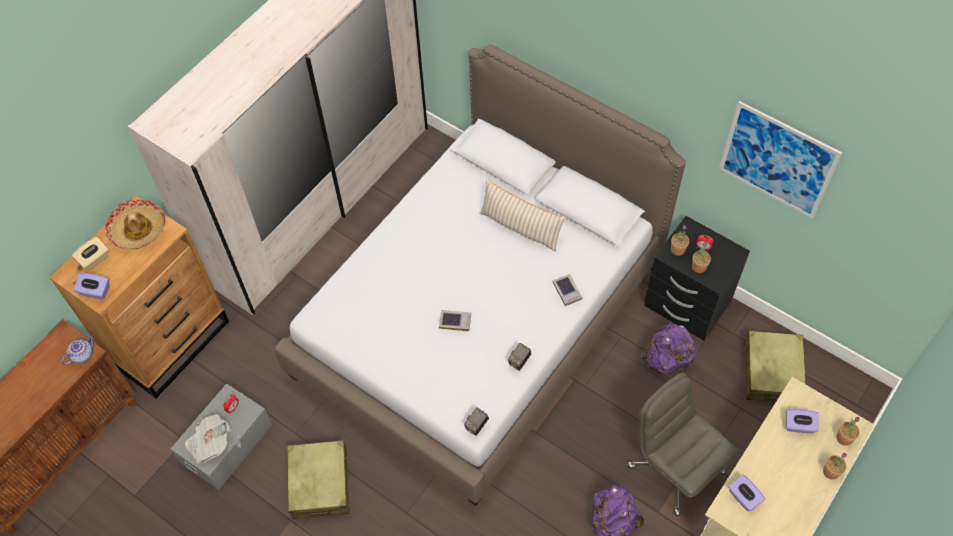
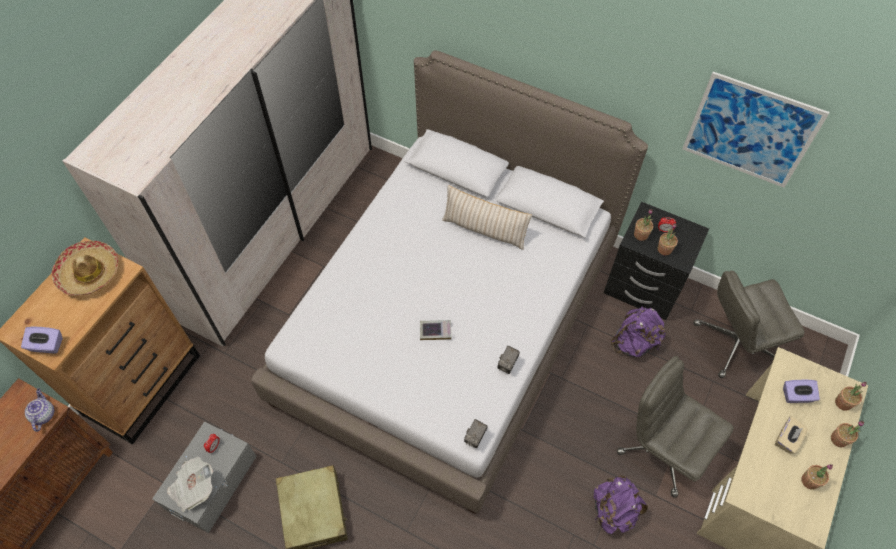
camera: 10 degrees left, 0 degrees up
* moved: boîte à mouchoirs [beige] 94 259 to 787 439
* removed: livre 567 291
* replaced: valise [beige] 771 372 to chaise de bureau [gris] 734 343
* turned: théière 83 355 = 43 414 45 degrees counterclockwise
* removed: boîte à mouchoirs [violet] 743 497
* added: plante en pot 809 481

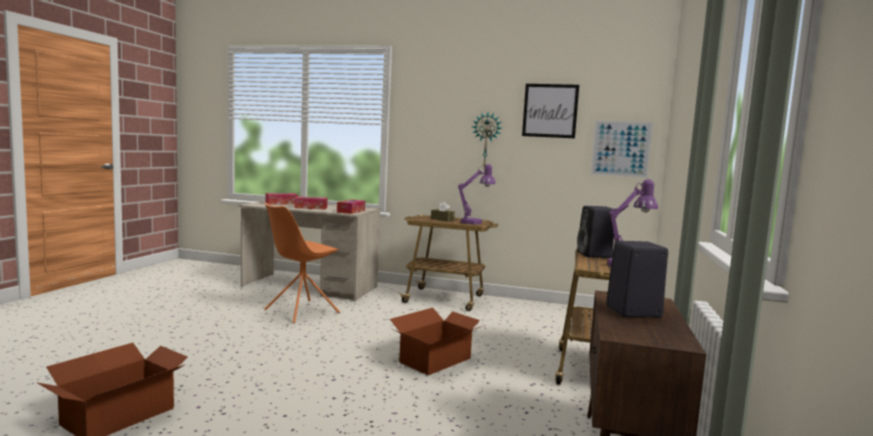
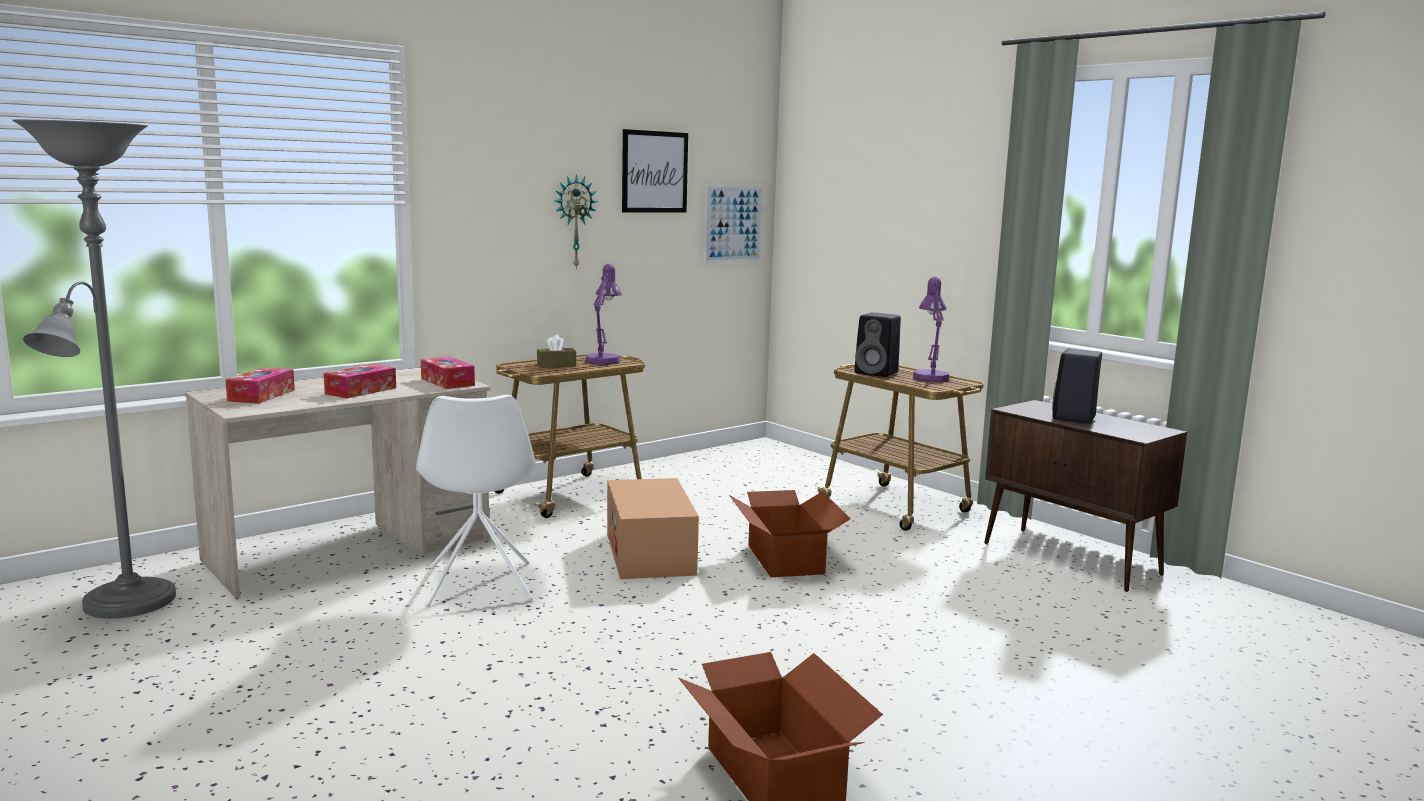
camera: 55 degrees left, 5 degrees up
* recoloured: chaise [orange] 300 311 to chaise [blanc] 479 585
* added: lampadaire [gris] 124 606
* added: carton 650 553

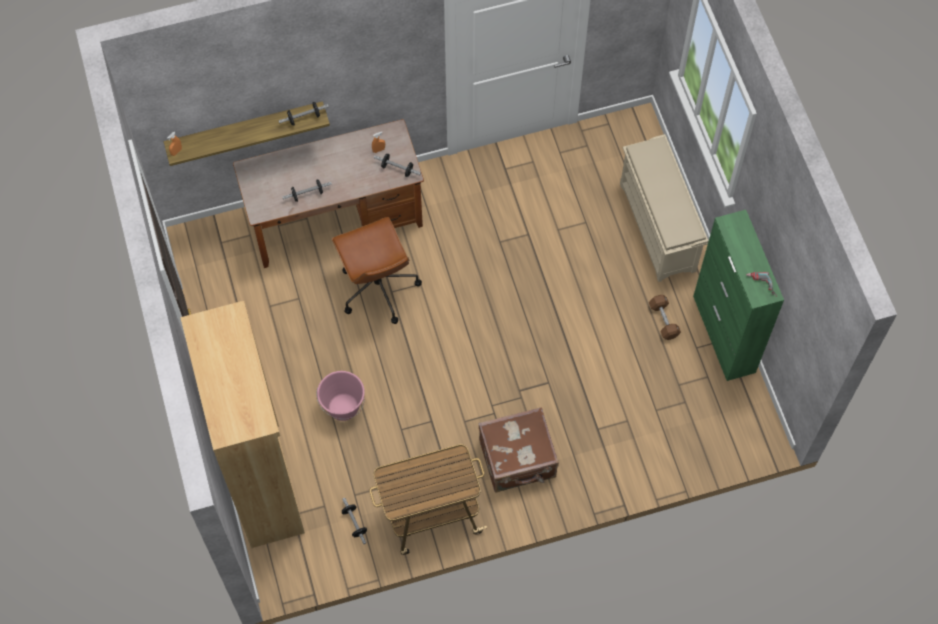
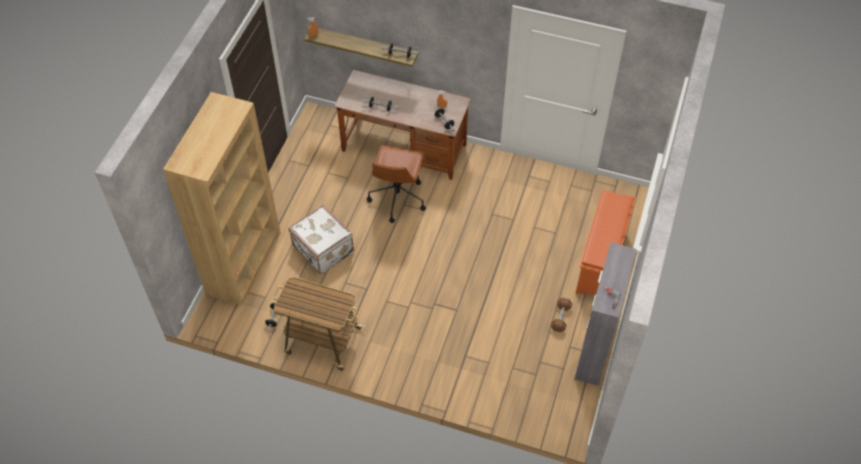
camera: 35 degrees right, 10 degrees down
* recoloured: étagère à chaussures [beige] 658 228 to étagère à chaussures [orange] 601 262
* recoloured: meuble de rangement [vert] 724 334 to meuble de rangement [gris] 595 350
* replaced: seau [rose] 343 407 to valise [blanc] 322 250
* removed: valise [marron] 518 460

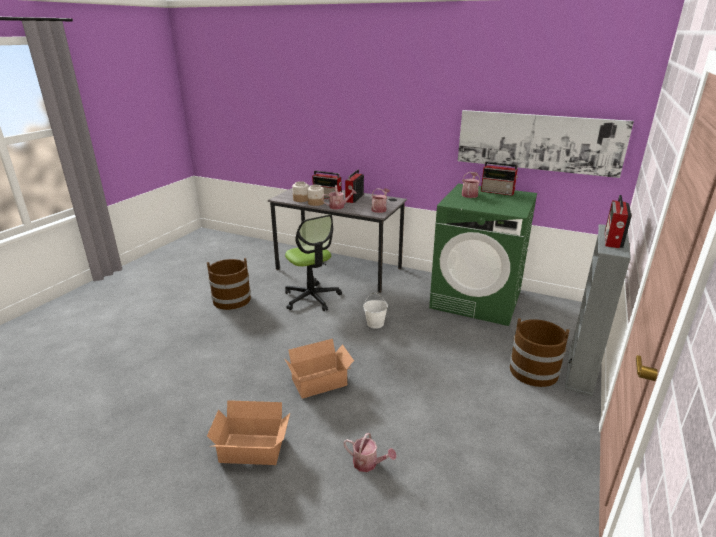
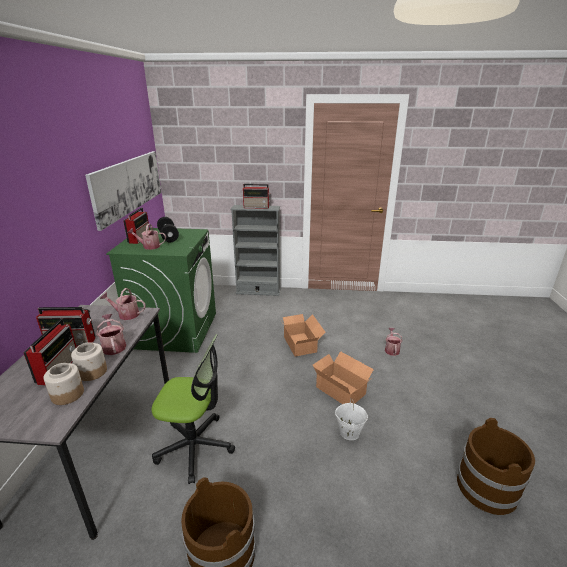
camera: 110 degrees left, 0 degrees up
* turned: chaise de bureau 311 298 = 195 447 60 degrees clockwise
* moved: seau [blanc] 375 323 to 349 432
* moved: seau [marron] 533 371 to 487 488
* moved: carton 252 451 to 301 343
* added: haltère [noir] 168 237

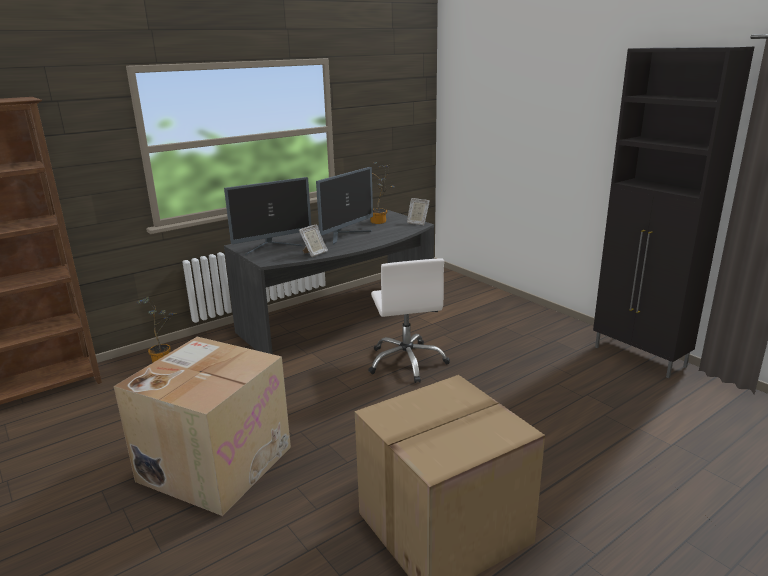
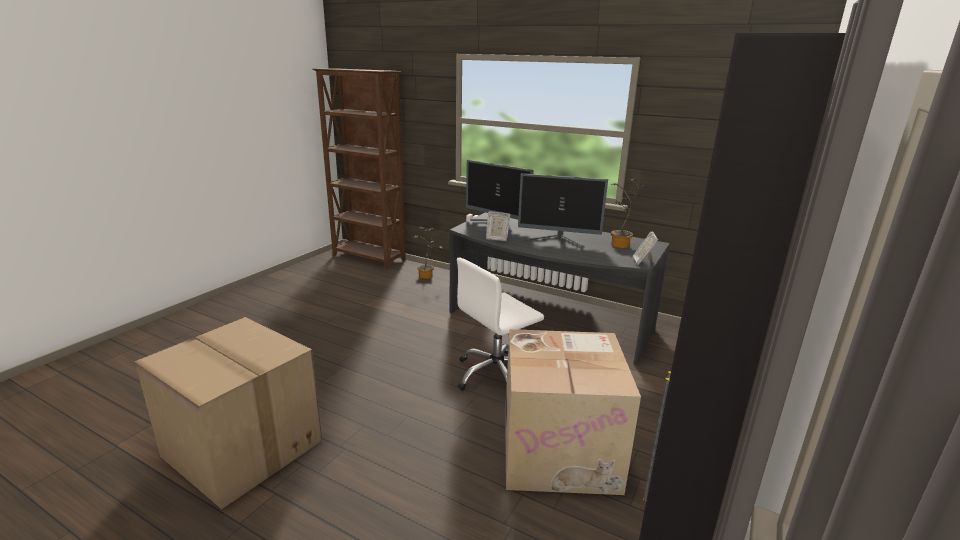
camera: 65 degrees right, 0 degrees up
* moved: carton 215 462 to 560 450

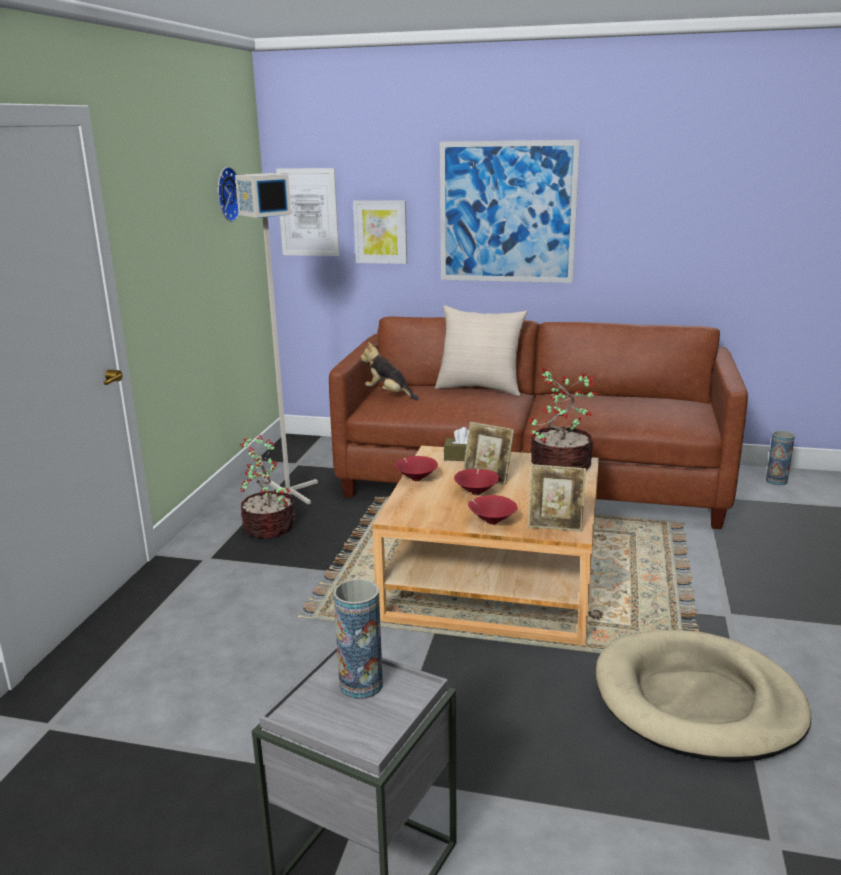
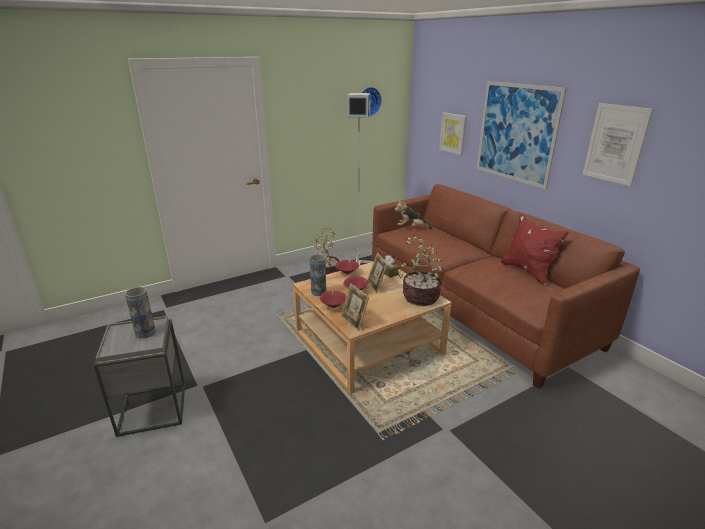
camera: 45 degrees right, 5 degrees up
* moved: tableau 308 212 to 615 144
* removed: coussin [beige] 480 388
* turned: peluche 389 394 = 411 228 75 degrees counterclockwise
* moved: vase 776 481 to 318 292
* removed: panier pour chien [beige] 697 701
* added: coussin [rouge] 527 272

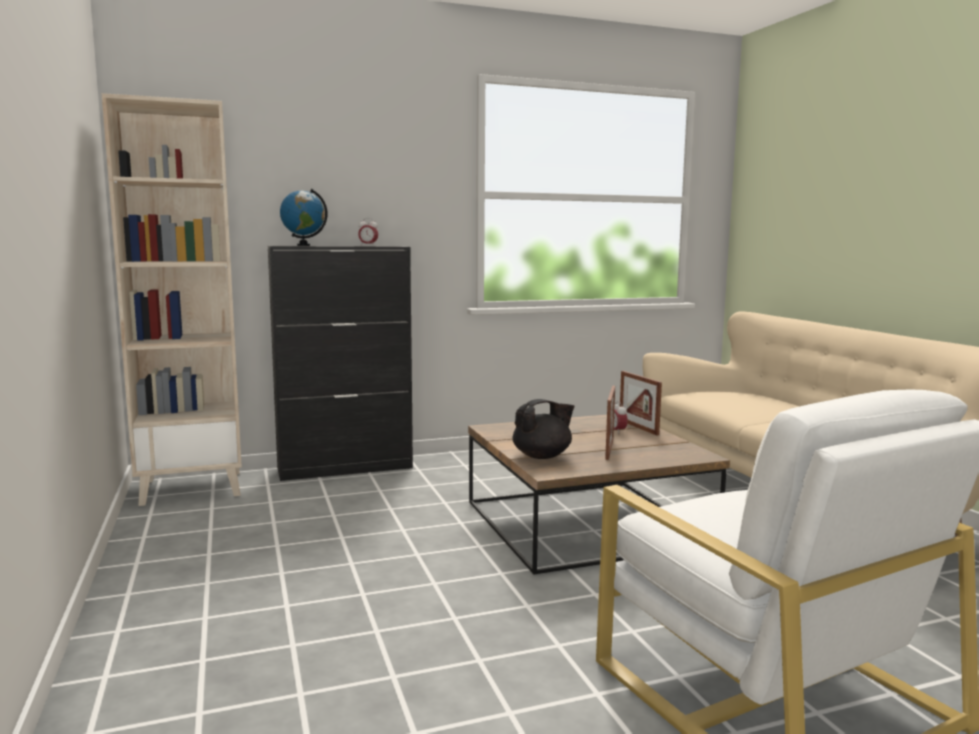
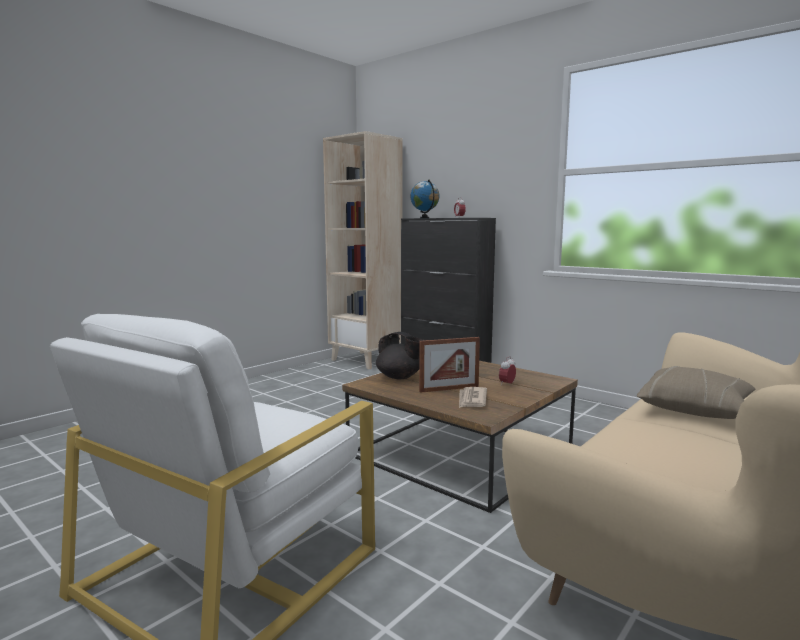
camera: 60 degrees right, 0 degrees up
* removed: cadre photo 638 427
* added: coussin [beige] 695 409
* added: journal 472 400

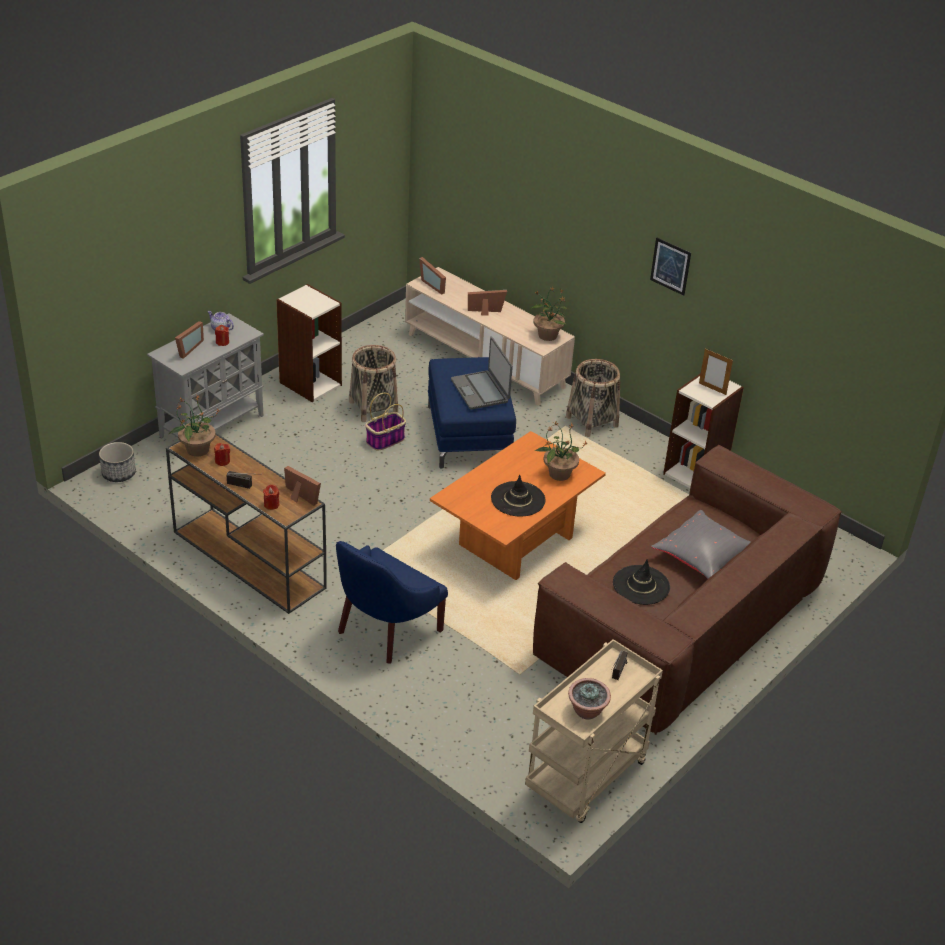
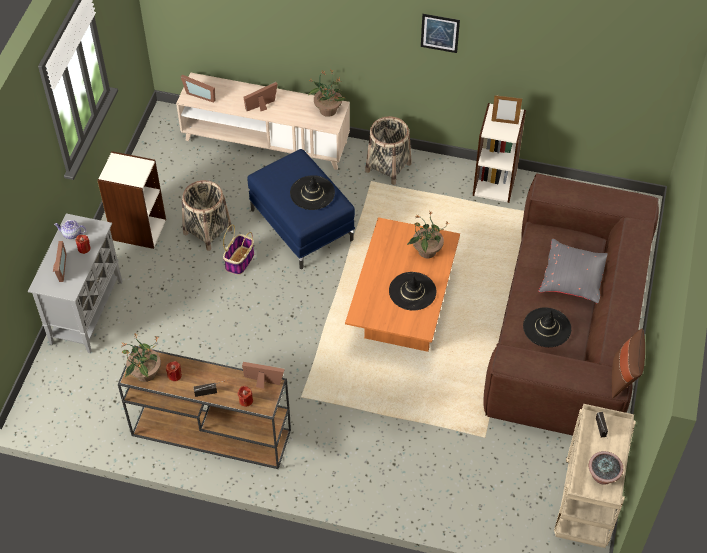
camera: 25 degrees left, 15 degrees up
* replaced: ordinateur portable 480 391 to chapeau [noir] 312 193
* removed: cache-pot 118 473
* removed: fauteuil [bleu] 385 629
* added: coussin [marron] 623 377

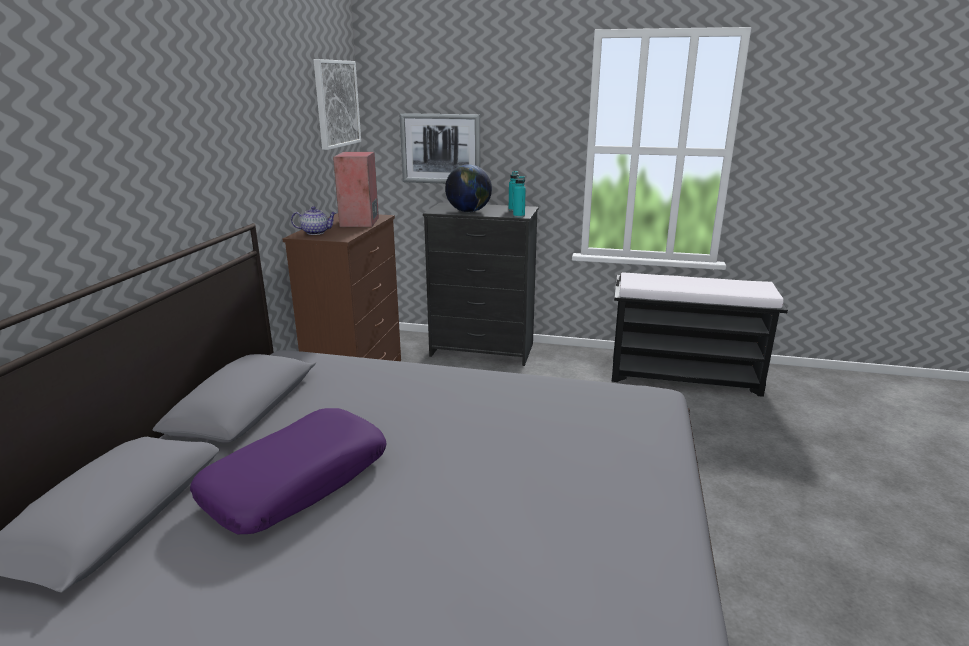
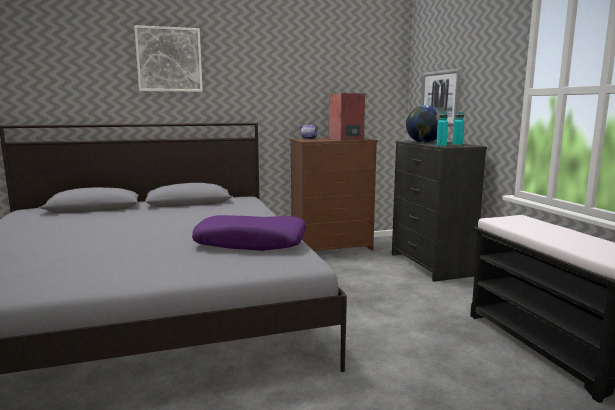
camera: 60 degrees right, 10 degrees down
* moved: tableau 336 103 to 169 59
* moved: coussin [violet] 297 481 to 251 243

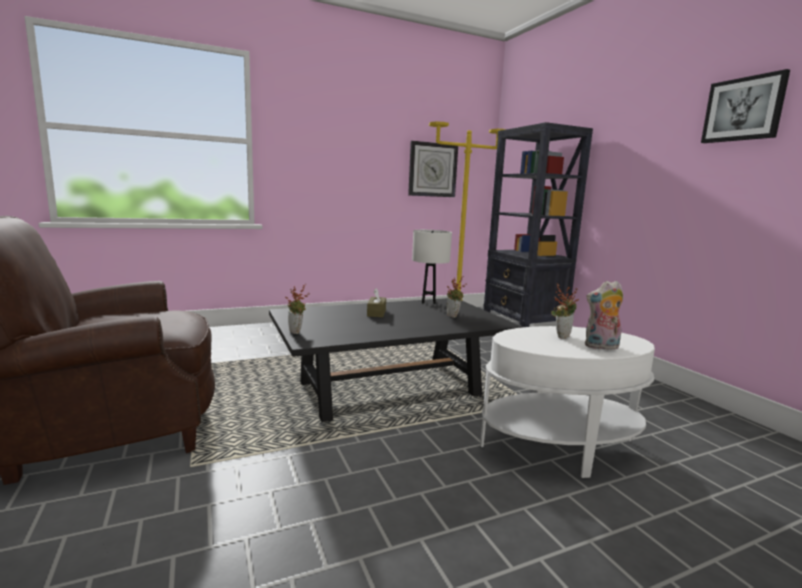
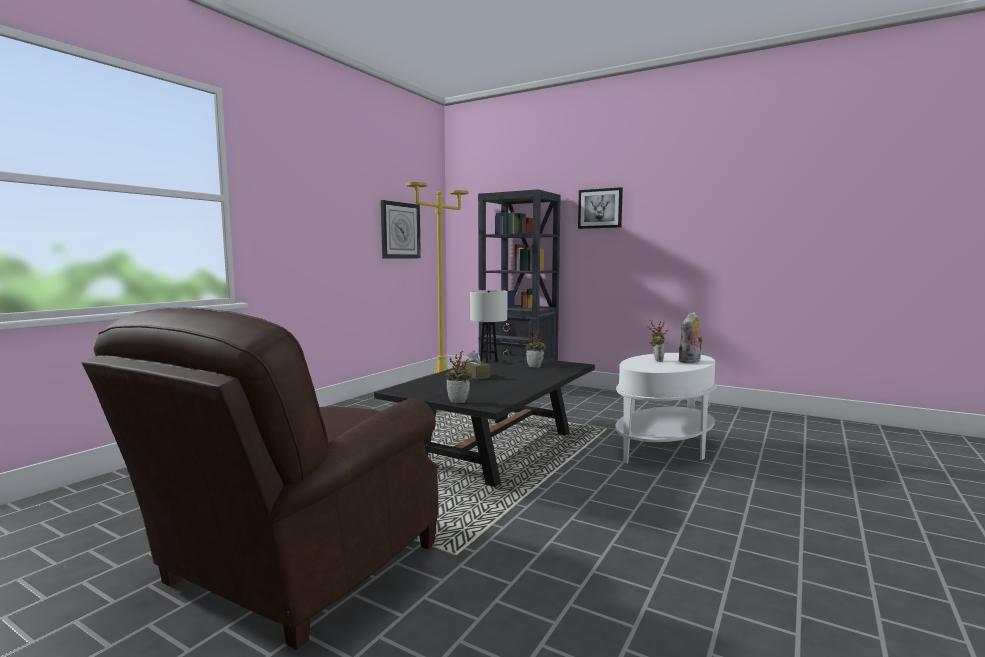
camera: 35 degrees left, 5 degrees down
* moved: tableau 743 109 to 600 208

